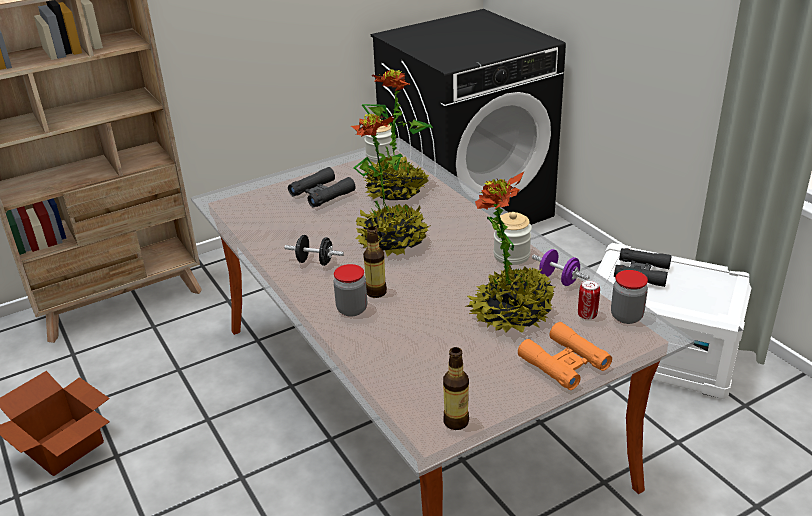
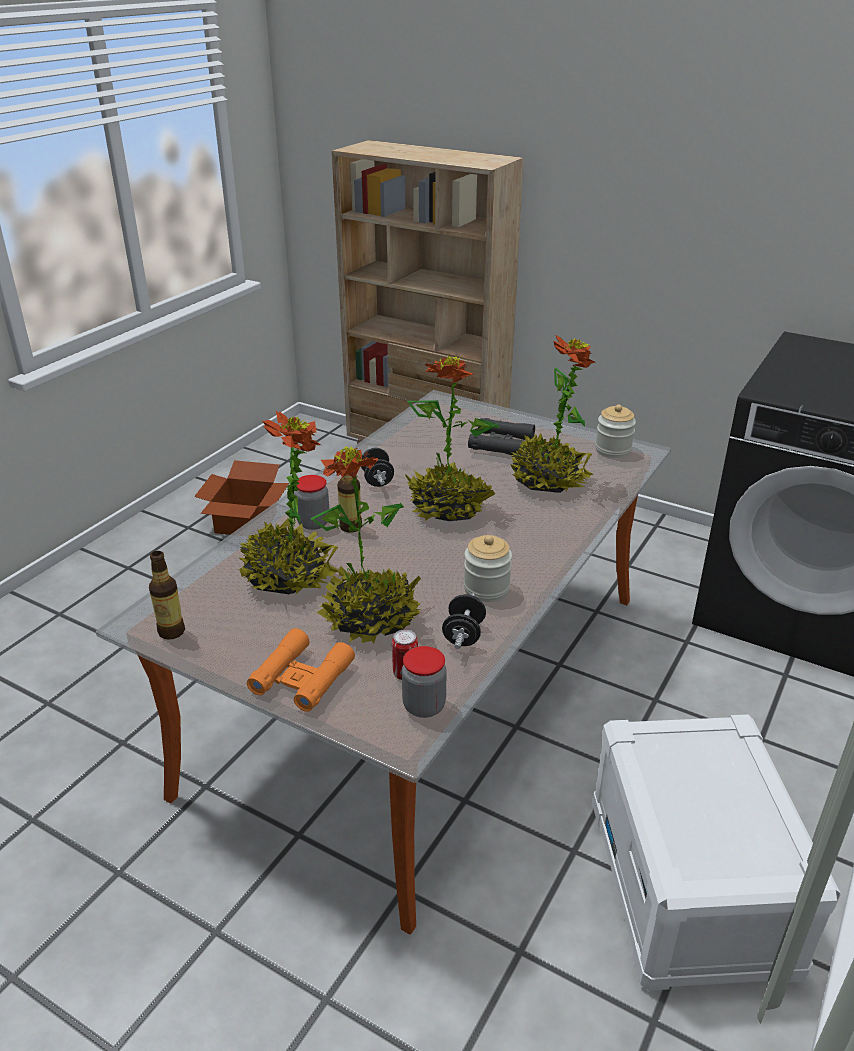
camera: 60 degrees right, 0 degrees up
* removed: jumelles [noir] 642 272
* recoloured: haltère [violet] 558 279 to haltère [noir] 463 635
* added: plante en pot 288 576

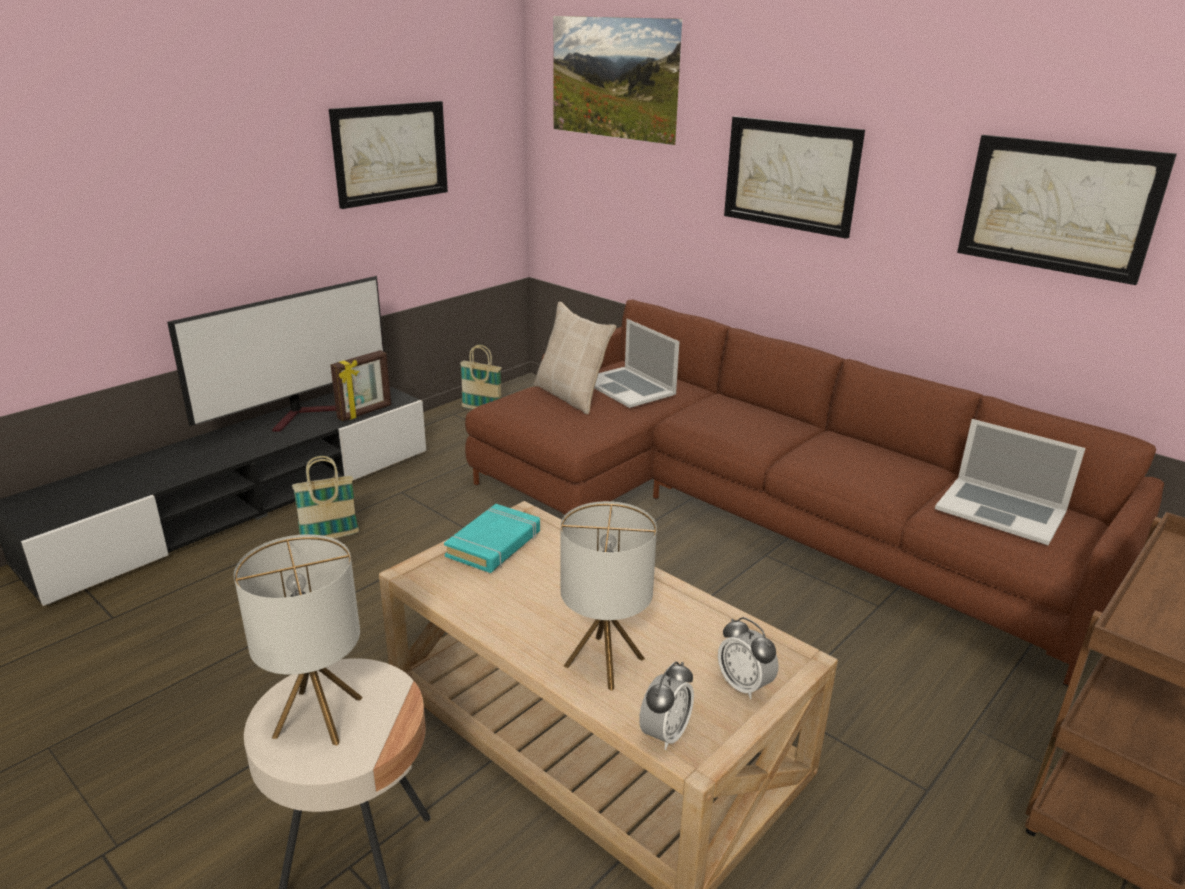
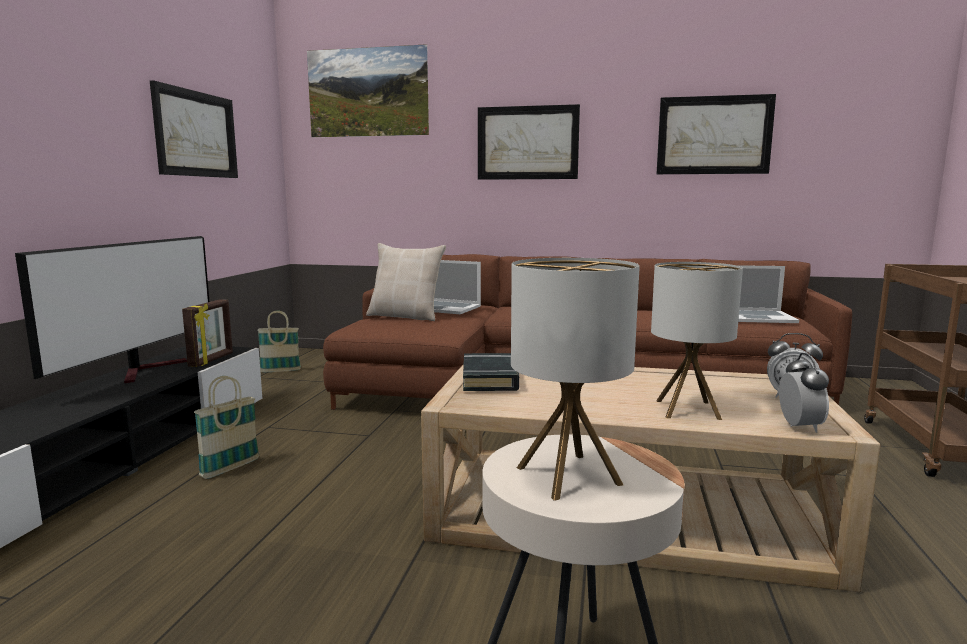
camera: 30 degrees left, 15 degrees down
* recoloured: livre [turquoise] 494 544 to livre [noir] 490 378

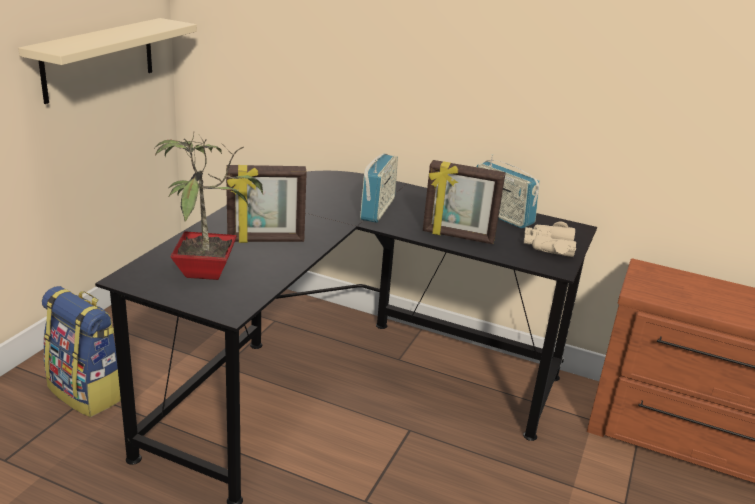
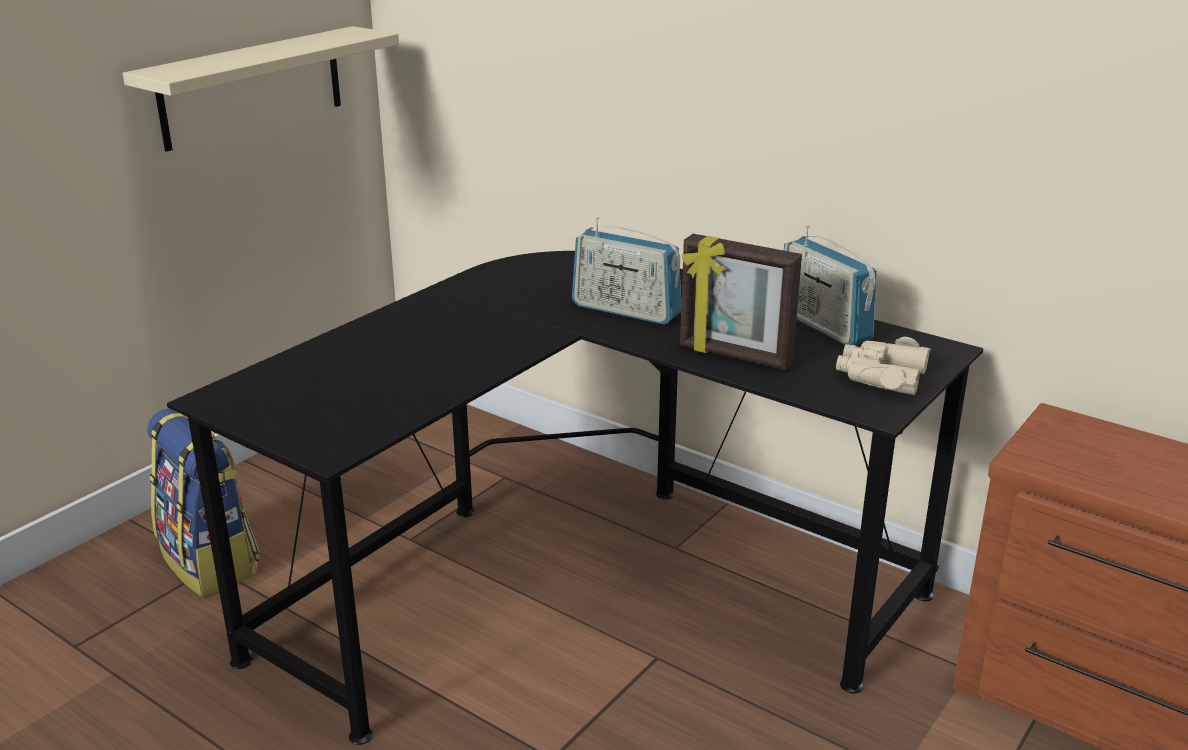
camera: 15 degrees right, 0 degrees up
* removed: plante en pot 206 270
* turned: radio 377 209 = 625 310 90 degrees clockwise
* removed: cadre photo 266 240

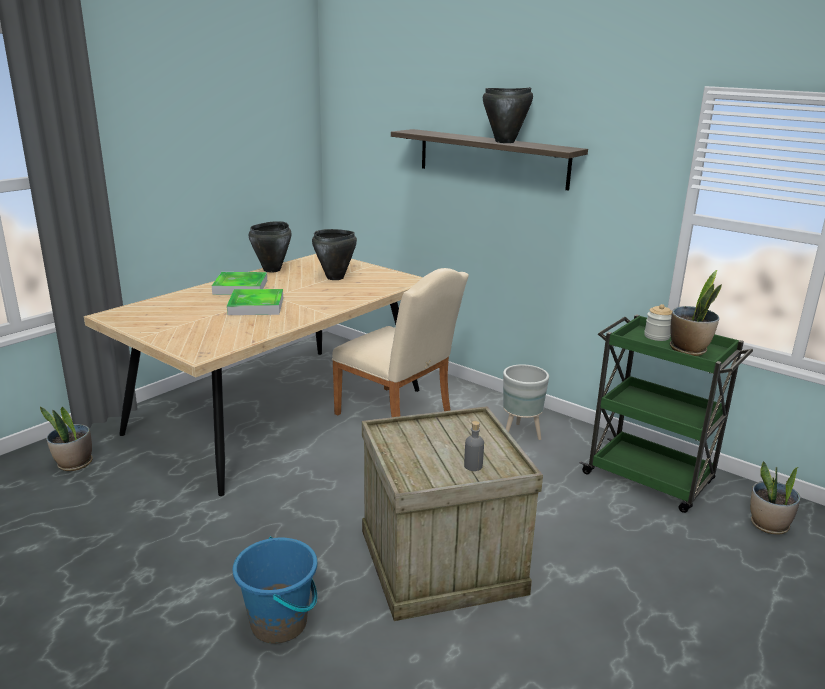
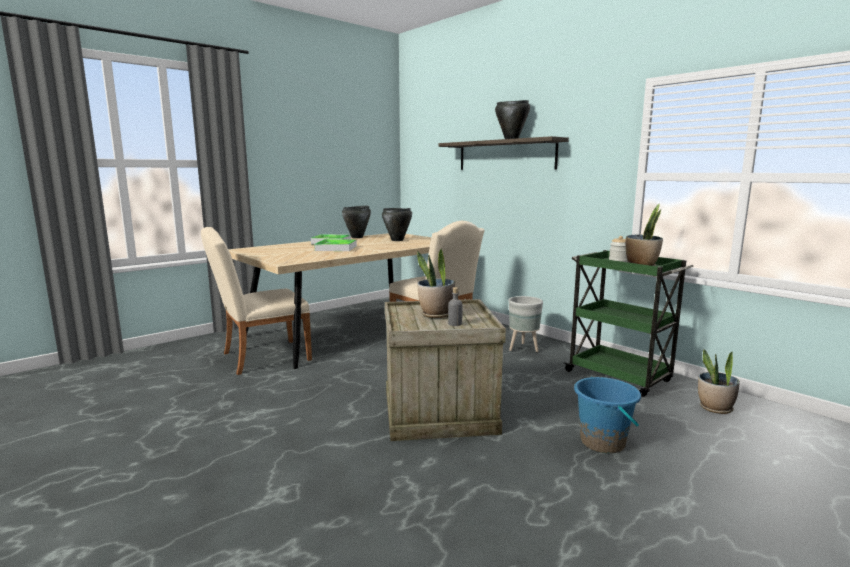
camera: 10 degrees right, 10 degrees down
* moved: plante en pot 74 464 to 436 315
* moved: seau [bleu] 279 623 to 603 442
* added: chaise [beige] 260 357

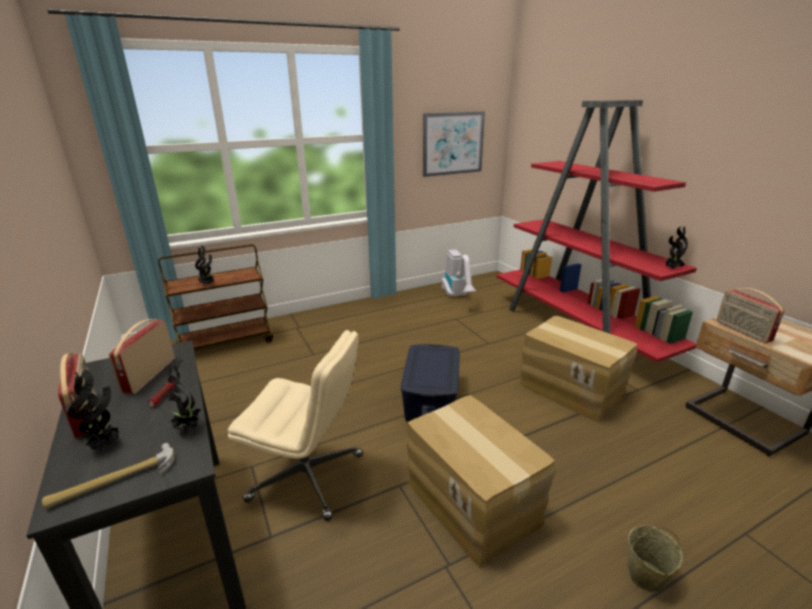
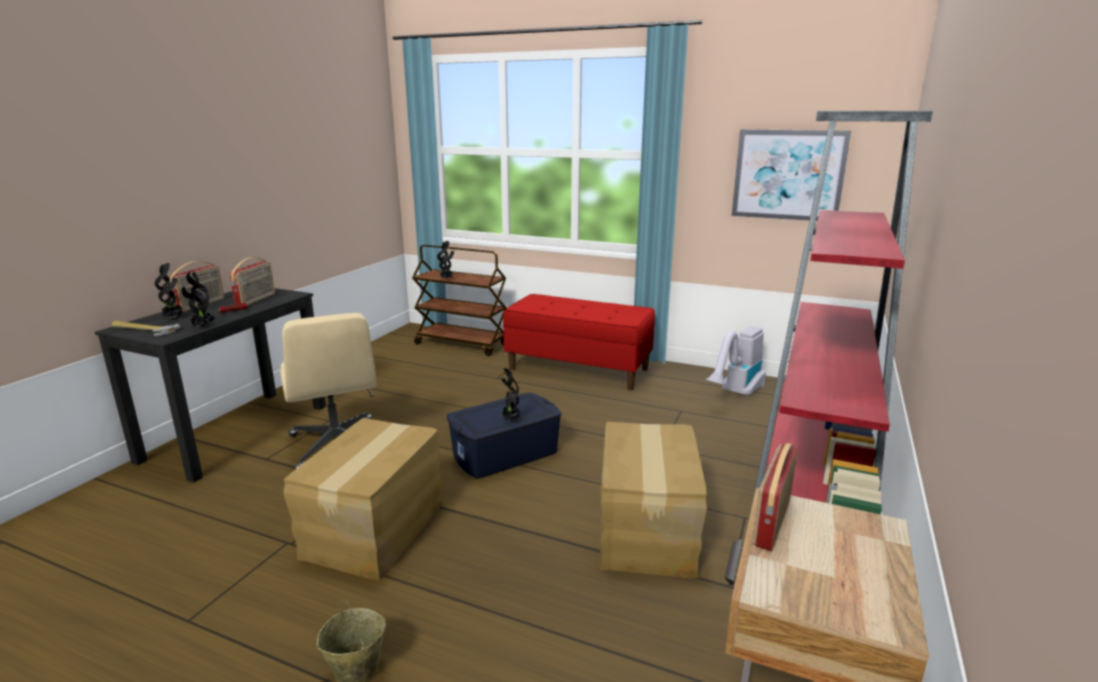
camera: 50 degrees right, 5 degrees down
* moved: plante en pot 672 268 to 510 420
* turned: radio 149 375 = 256 300 135 degrees clockwise
* added: banc [rouge] 578 369

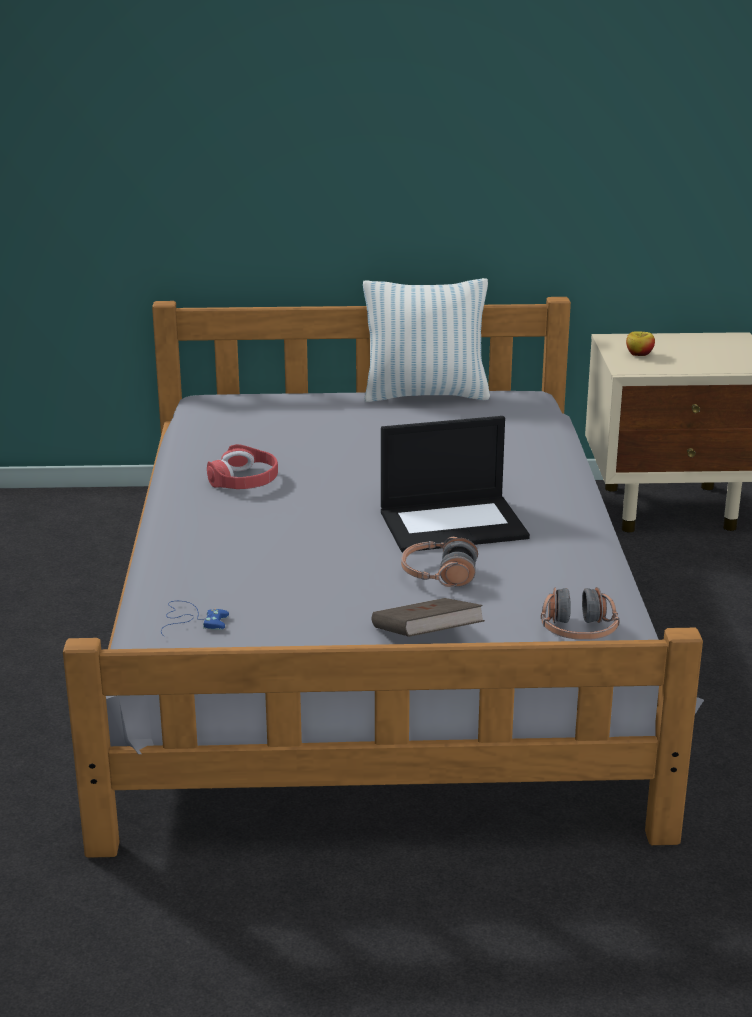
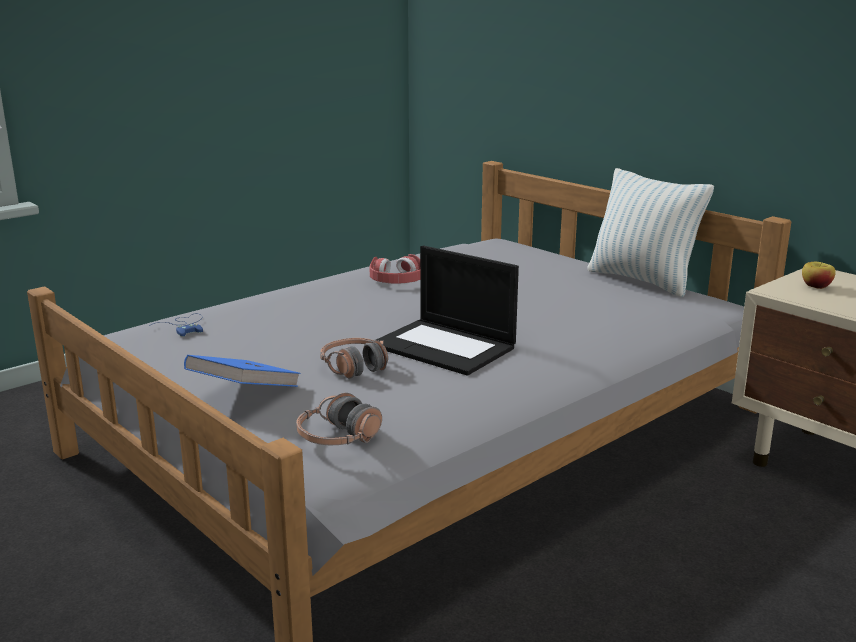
camera: 50 degrees right, 5 degrees down
* recoloured: livre [marron] 425 641 to livre [bleu] 244 394

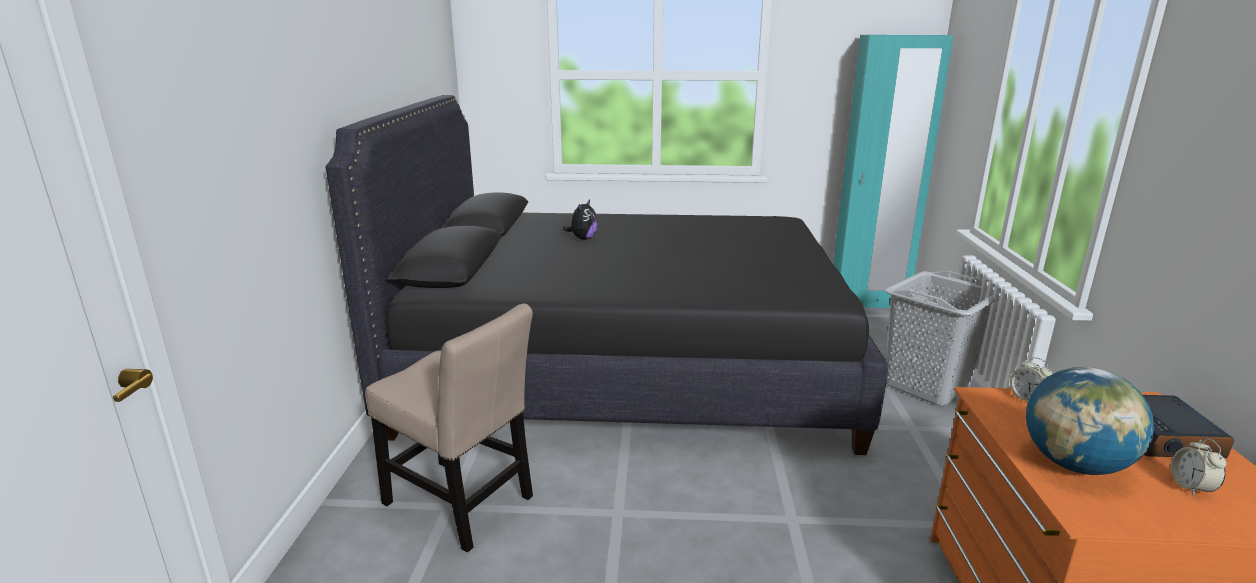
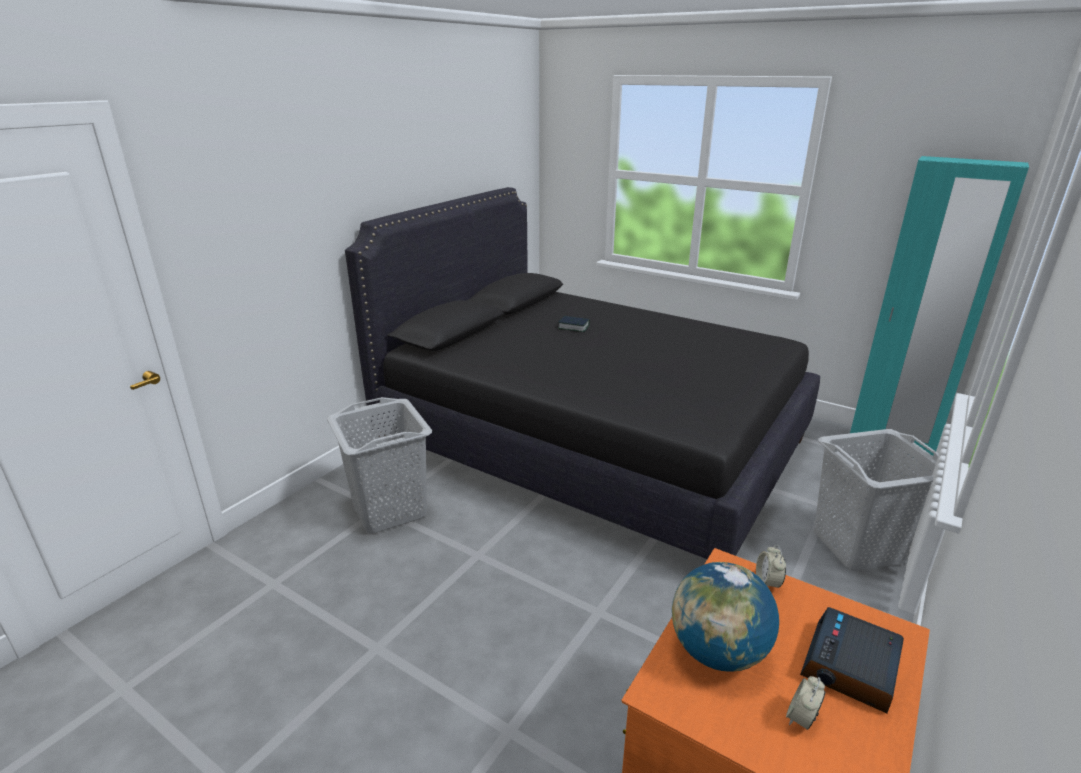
camera: 30 degrees right, 5 degrees up
* replaced: peluche 583 238 to livre 573 327
* replaced: chaise [beige] 462 504 to panier à linge [gris] 389 510

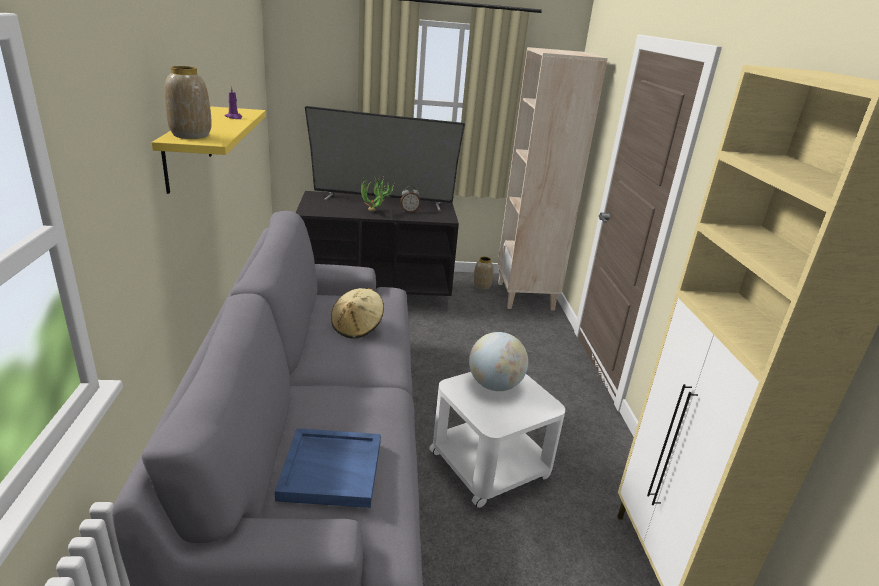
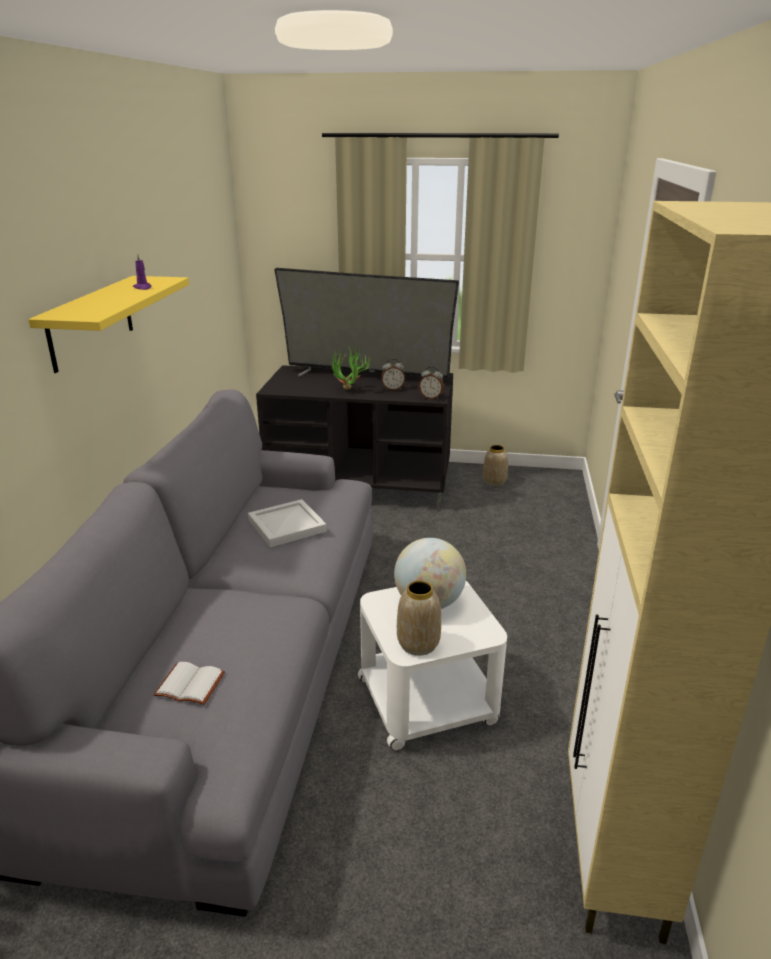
camera: 15 degrees right, 0 degrees up
* removed: bibliothèque [beige] 526 296
* moved: vase 191 135 to 418 645
* replaced: chapeau [beige] 357 327 to plateau [blanc] 288 526
* replaced: plateau [bleu] 332 469 to livre [blanc] 192 684
* added: réveil 431 397

